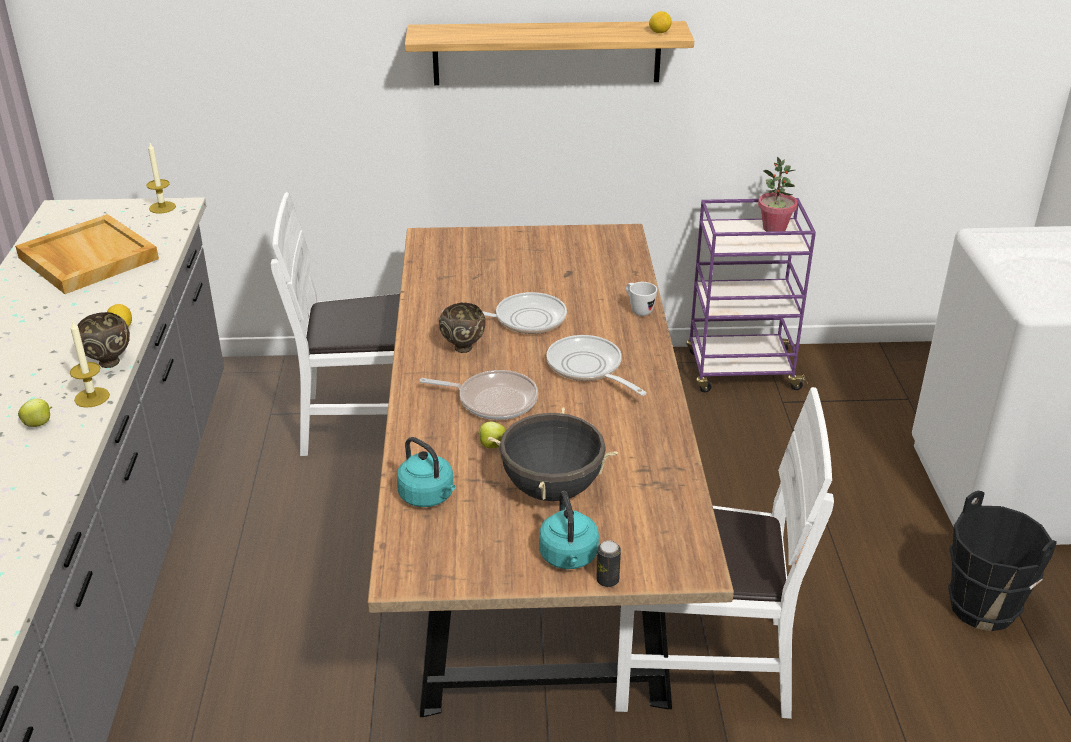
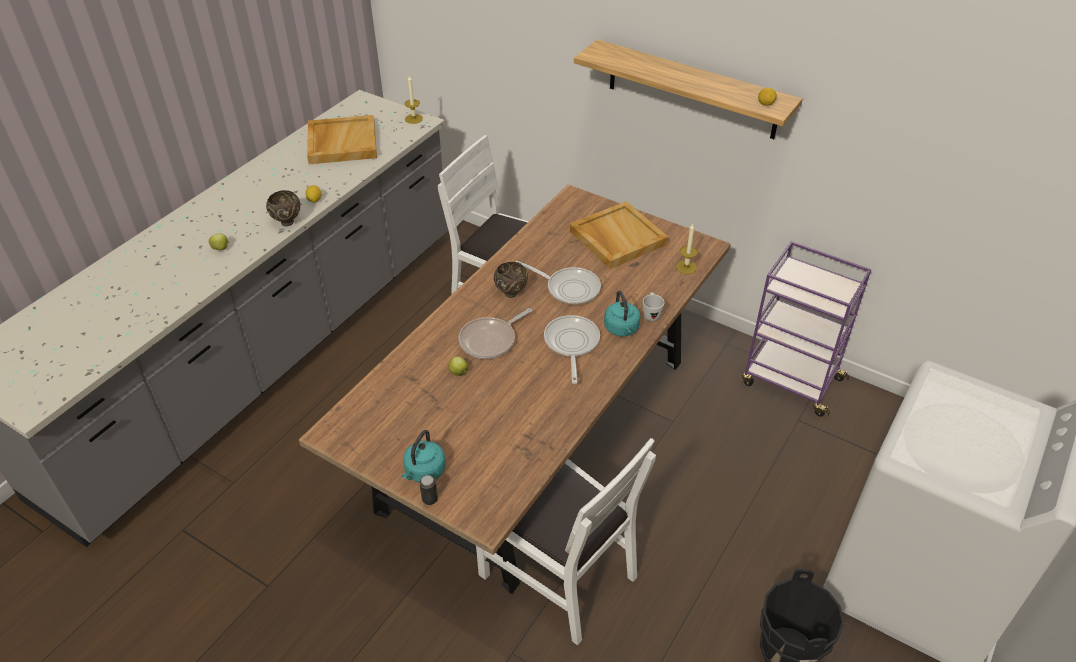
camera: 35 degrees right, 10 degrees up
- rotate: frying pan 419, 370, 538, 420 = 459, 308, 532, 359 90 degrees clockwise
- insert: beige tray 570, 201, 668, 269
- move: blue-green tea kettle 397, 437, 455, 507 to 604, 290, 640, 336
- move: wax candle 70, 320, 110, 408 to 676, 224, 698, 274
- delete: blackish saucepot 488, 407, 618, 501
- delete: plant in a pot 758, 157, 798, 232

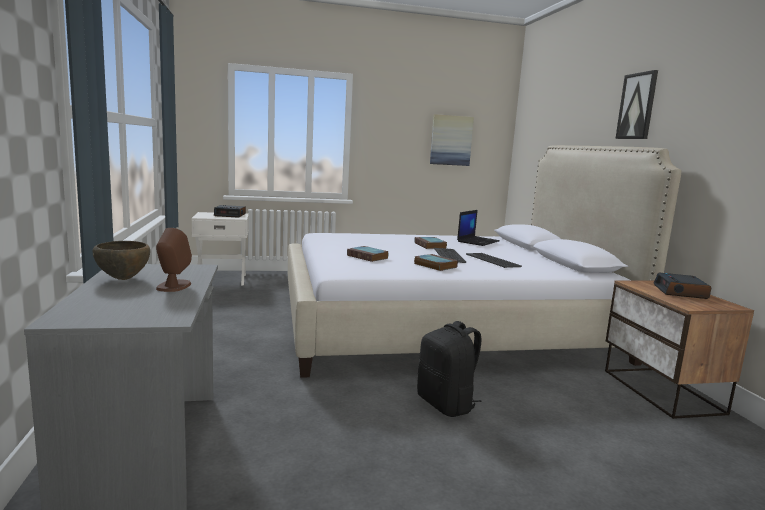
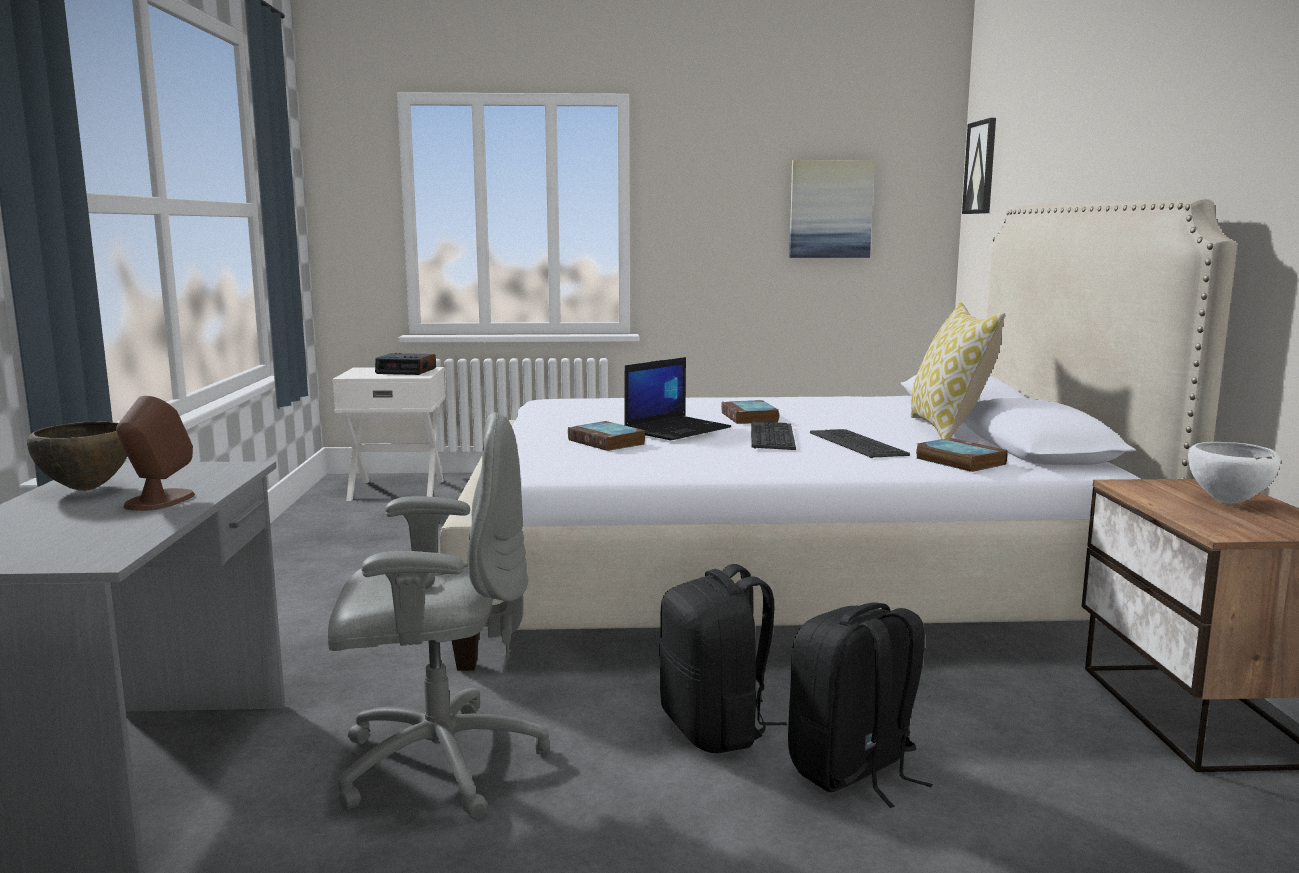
camera: 10 degrees right, 0 degrees up
- insert: gray computer chair 328, 412, 549, 819
- move: notebook computer 457, 210, 500, 246 to 624, 357, 731, 440
- insert: blackish rucksack 788, 602, 933, 808
- insert: throw pillow 910, 302, 1005, 439
- move: bound book 414, 254, 458, 271 to 916, 438, 1008, 472
- move: wall picture 615, 70, 658, 139 to 962, 118, 996, 214
- replace: table clock 653, 273, 711, 299 to whitish bowl 1188, 442, 1280, 503

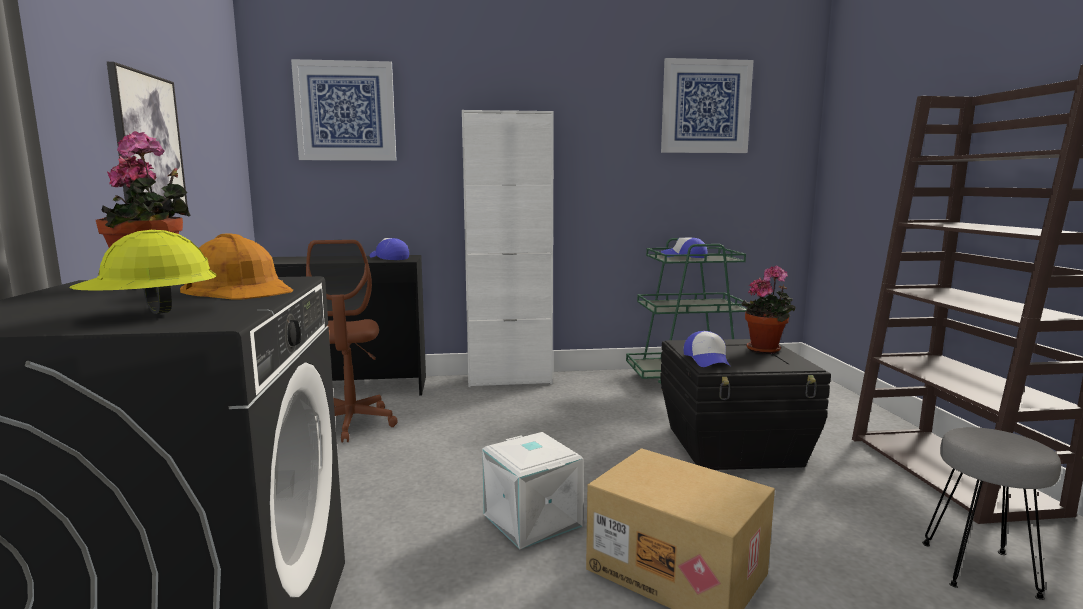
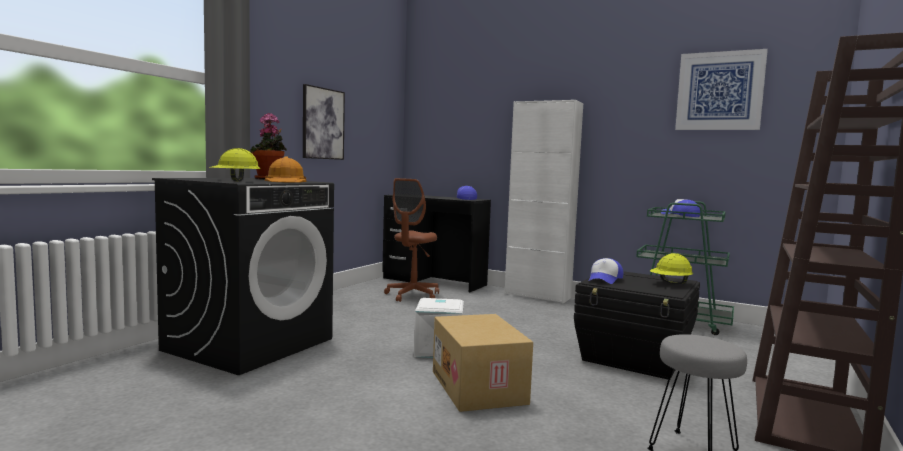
camera: 35 degrees right, 5 degrees down
- replace: plant in a pot 742, 266, 796, 354 to yellow safety helmet 650, 253, 693, 284
- delete: wall picture 291, 59, 397, 161

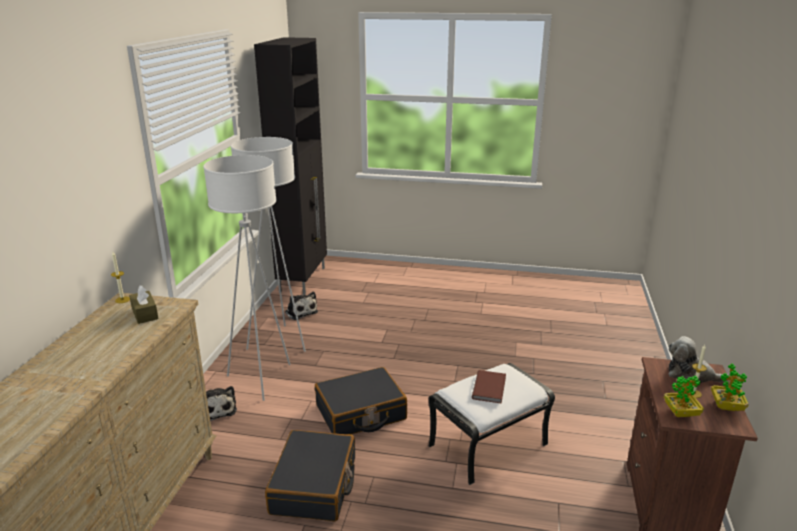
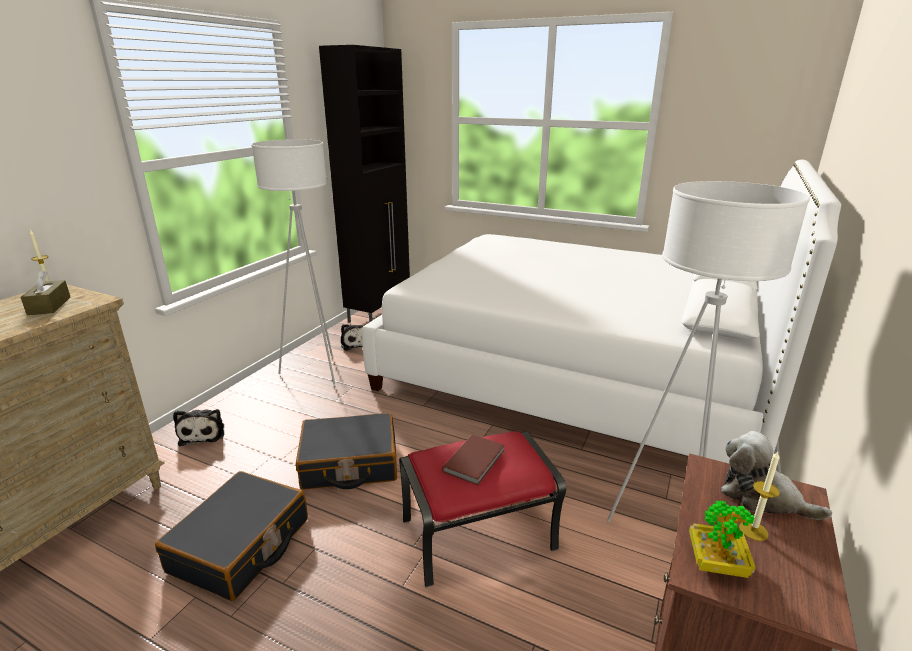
camera: 15 degrees right, 0 degrees up
- insert: whitish bedroom bed 362, 160, 841, 464
- recolor: whitish ottoman 429, 363, 555, 485 to reddish ottoman 399, 431, 566, 587
- move: whitish standard lamp 203, 155, 291, 401 to 607, 181, 810, 522
- delete: plant in a pot 711, 363, 749, 411

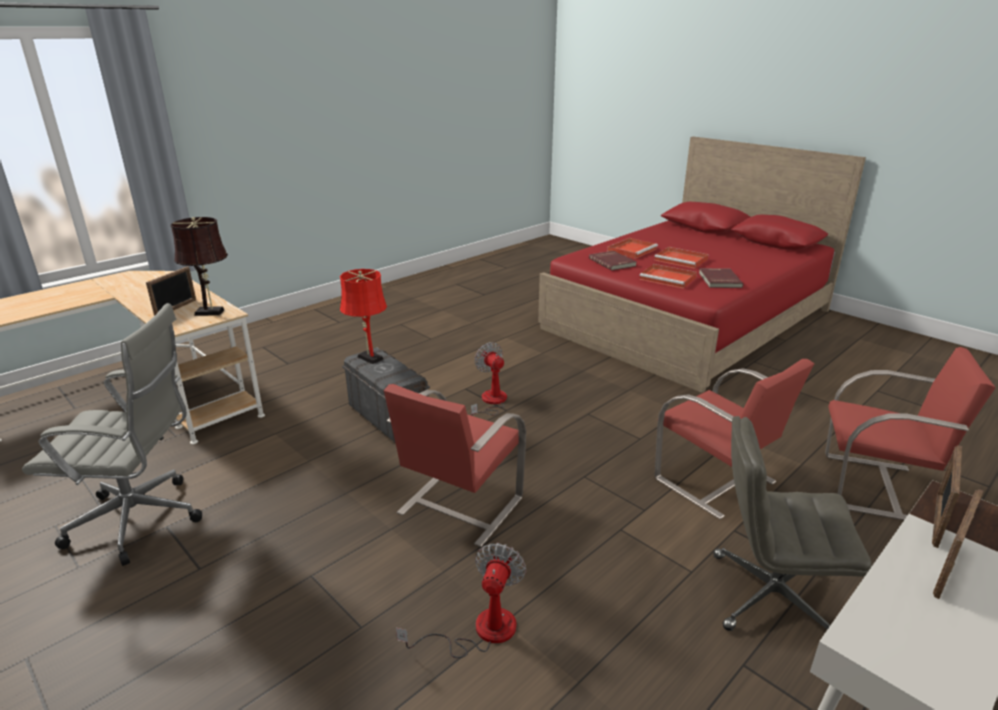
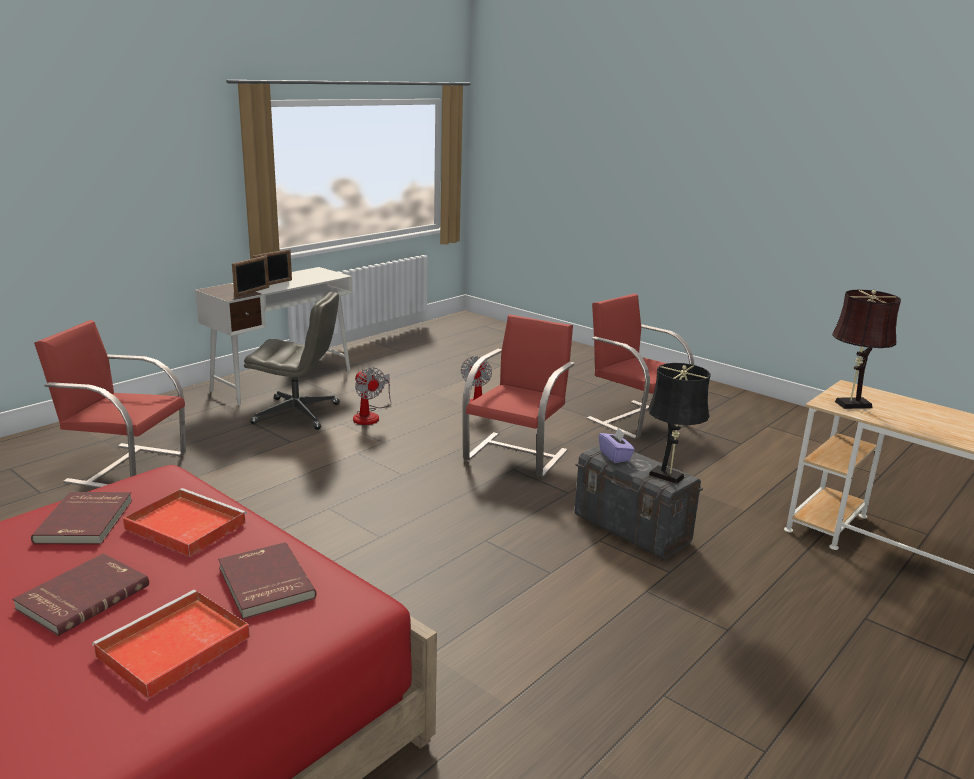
camera: 175 degrees right, 5 degrees down
- replace: reddish tray 655, 247, 708, 269 to reddish bound book 12, 553, 149, 636
- move: electric fan 471, 342, 507, 416 to 353, 367, 392, 425
- move: reddish upright chair 655, 359, 814, 519 to 586, 294, 694, 439
- insert: purple tissue holder 599, 428, 635, 463
- recolor: reddish table lamp 340, 269, 387, 364 to blackish table lamp 648, 363, 711, 484
- delete: gray computer chair 22, 303, 202, 566
- delete: photo frame 146, 266, 196, 316

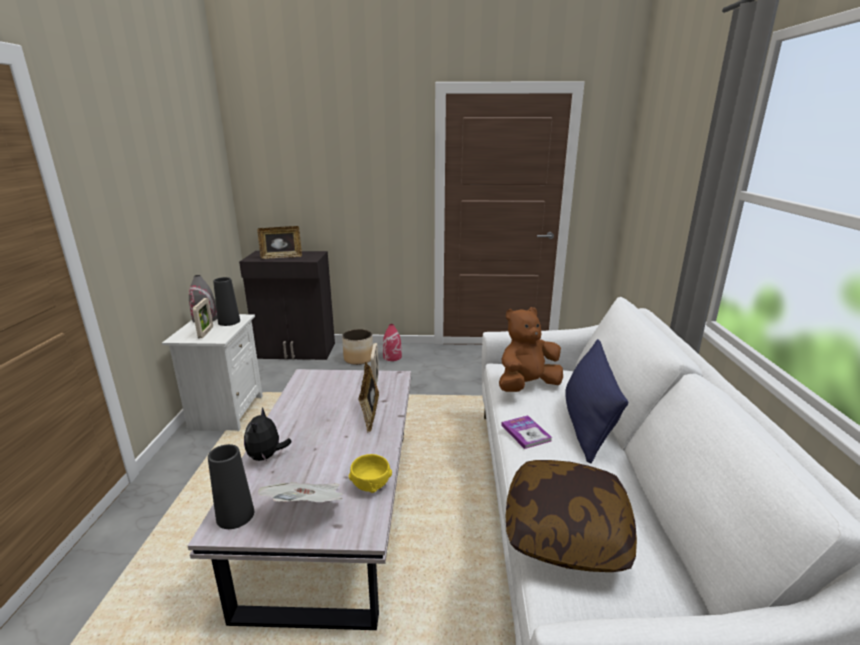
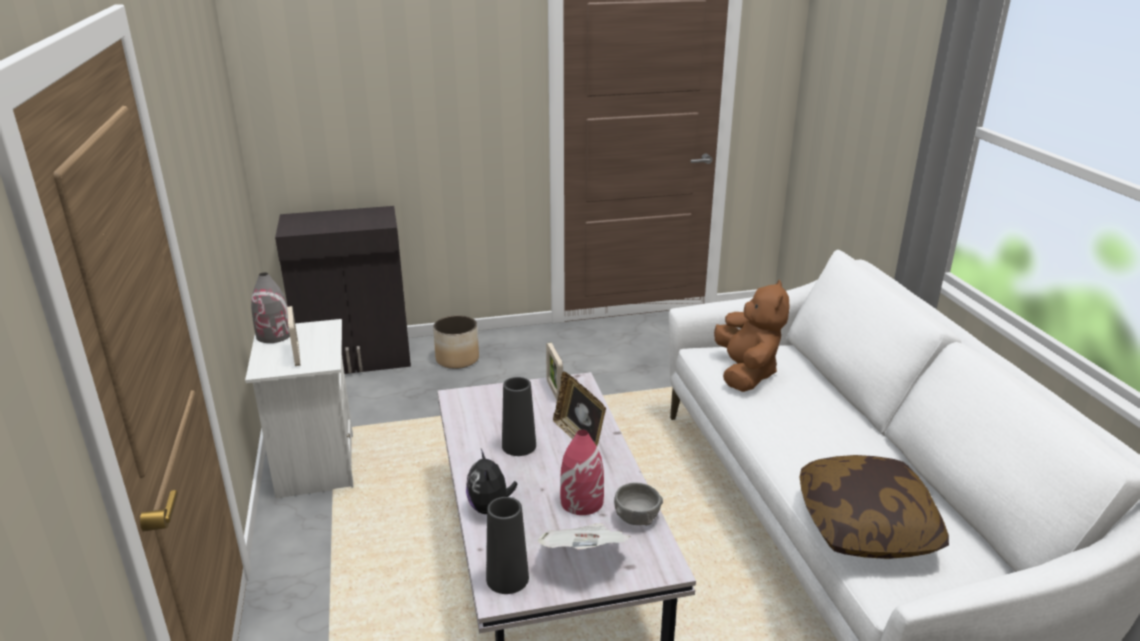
camera: 15 degrees left, 5 degrees up
- move: blackish decorative vase 213, 277, 240, 326 to 502, 377, 536, 456
- move: reddish decorative vase 383, 324, 402, 361 to 560, 430, 604, 515
- recolor: yellow bowl 348, 454, 392, 493 to gray bowl 614, 482, 663, 526
- rotate: brown soft toy 499, 307, 563, 392 = 714, 280, 790, 392 135 degrees clockwise
- delete: photo frame 257, 226, 302, 259
- delete: bound book 501, 415, 553, 449
- delete: blue-coloured throw pillow 565, 339, 628, 463

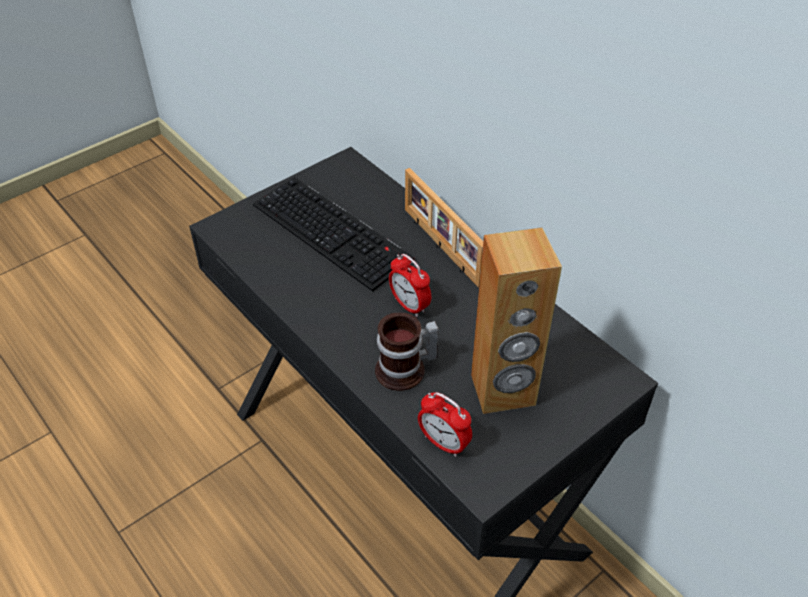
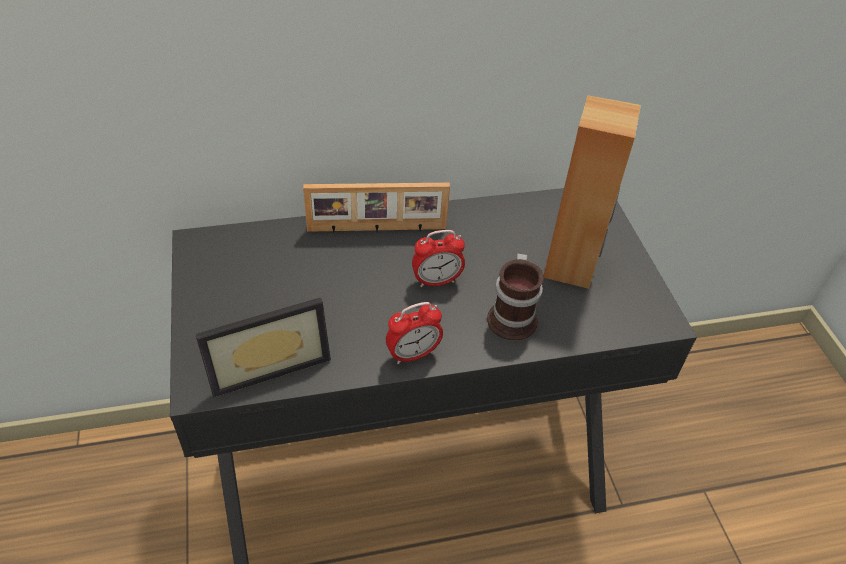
camera: 65 degrees left, 0 degrees up
- insert: photo frame 195, 297, 331, 398
- move: table clock 418, 392, 472, 457 to 386, 302, 443, 364
- delete: computer keyboard 253, 177, 414, 292

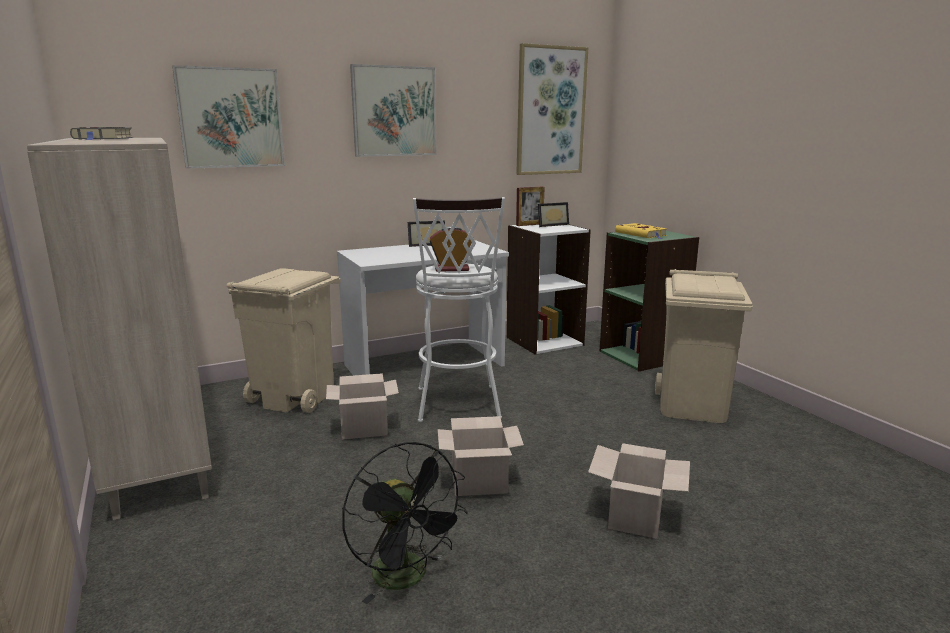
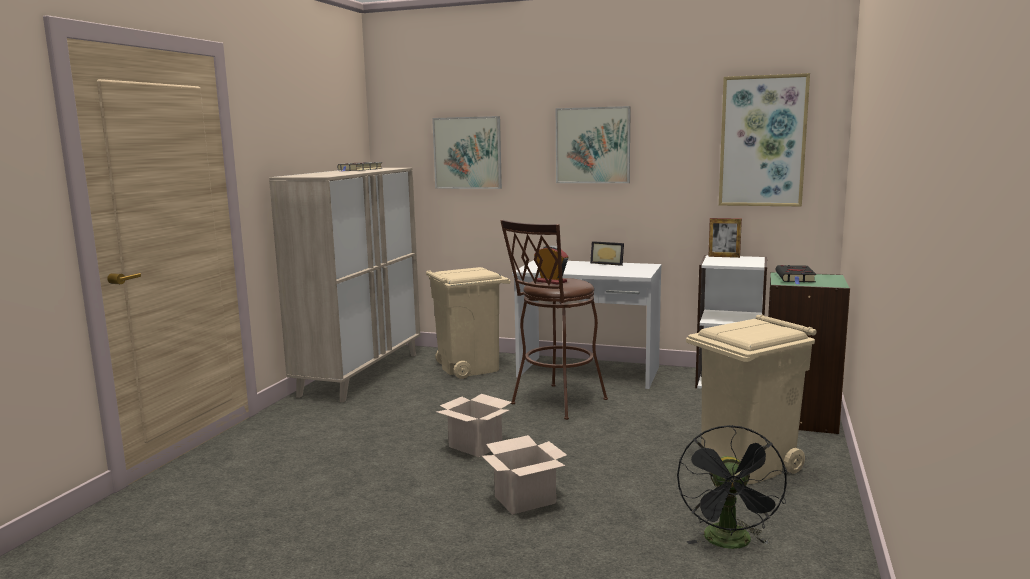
camera: 45 degrees right, 5 degrees down
- recolor: whitish stool seat 413, 197, 505, 422 to brown stool seat 500, 220, 608, 420
- move: blackish electric fan 342, 442, 468, 604 to 677, 425, 787, 549
- recolor: yellow bound book 615, 223, 667, 239 to blackish bound book 776, 265, 817, 284
- delete: carton 326, 373, 399, 440
- delete: photo frame 538, 202, 569, 227

